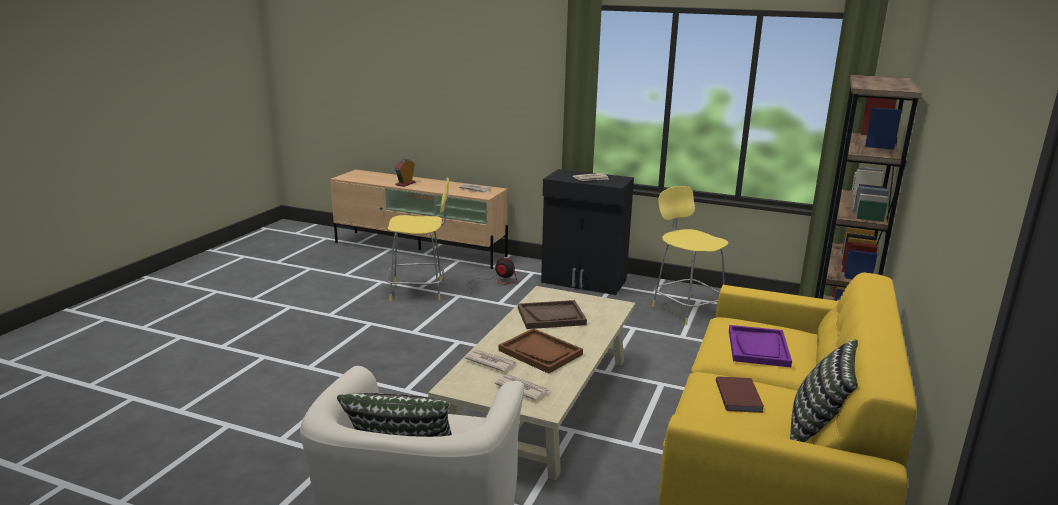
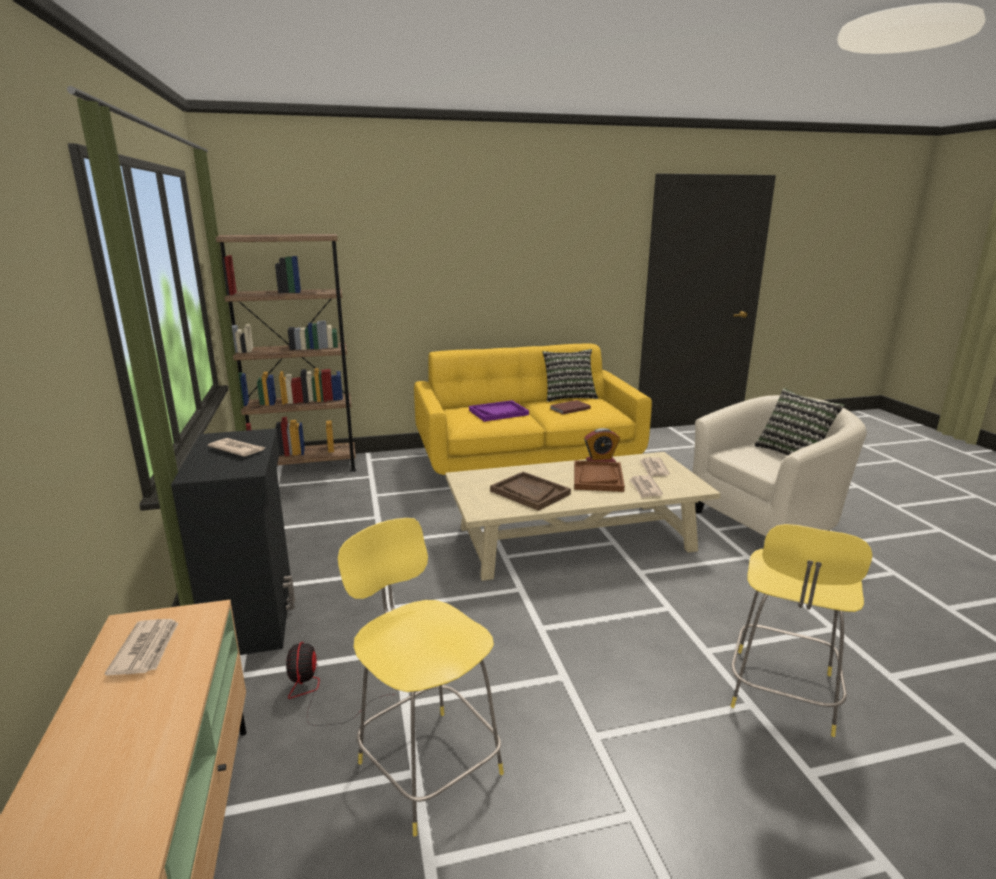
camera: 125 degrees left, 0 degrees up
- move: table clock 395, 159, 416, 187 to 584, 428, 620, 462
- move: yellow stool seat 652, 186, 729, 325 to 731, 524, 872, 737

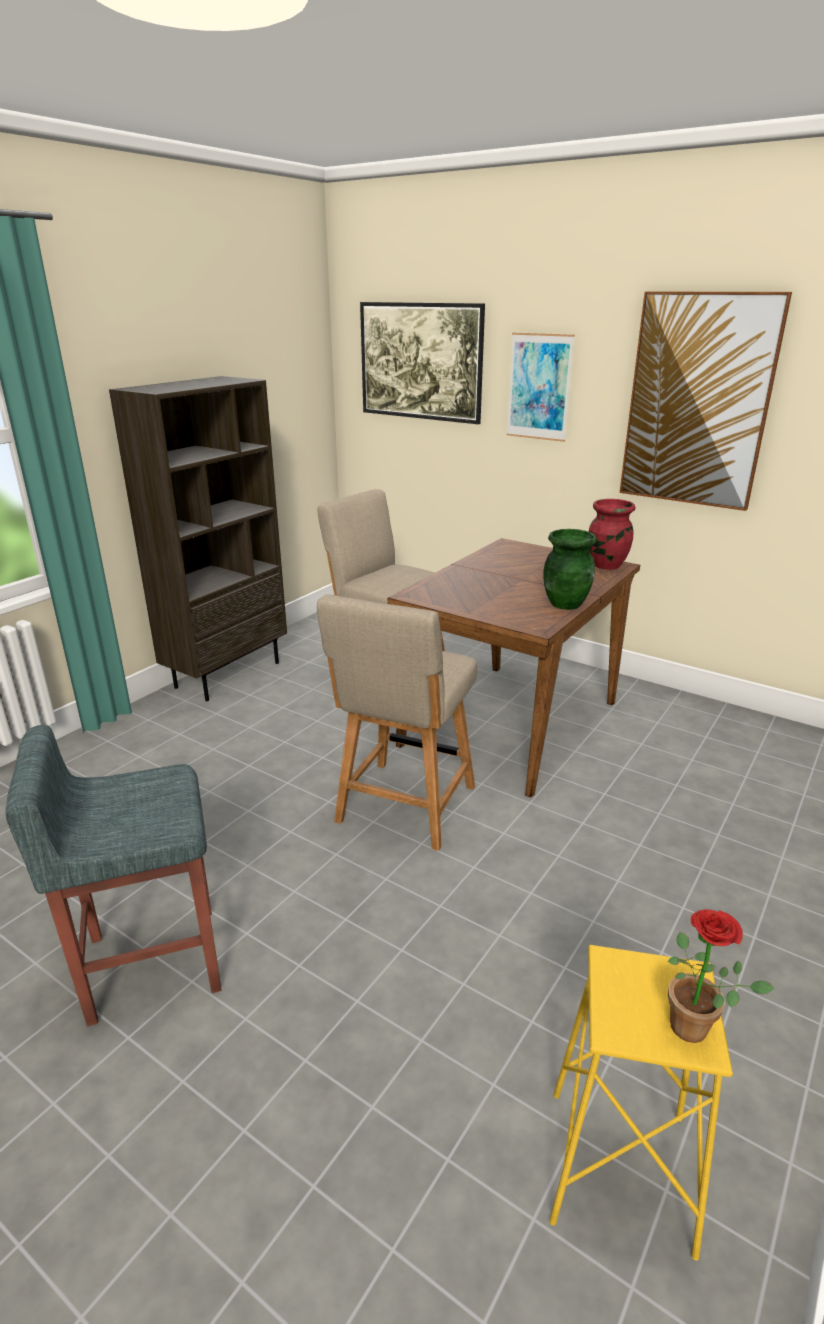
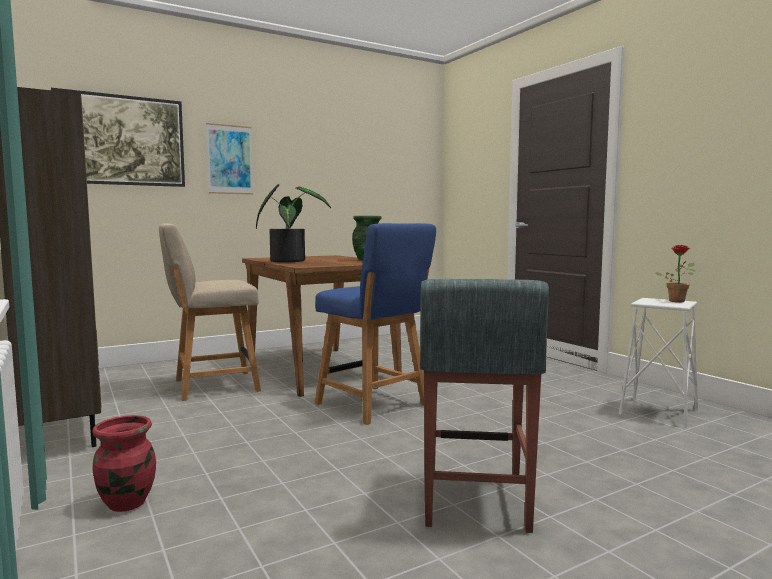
camera: 65 degrees left, 20 degrees down
- move: reddish decorative vase 589, 499, 635, 570 to 92, 415, 156, 512
- insert: plant in a pot 256, 184, 331, 262
- recolor: beige upright chair 317, 594, 477, 851 to blue-coloured upright chair 315, 223, 436, 425
- recolor: yellow stool seat 550, 945, 733, 1261 to whitish stool seat 619, 298, 698, 428
- delete: wall picture 619, 292, 792, 511

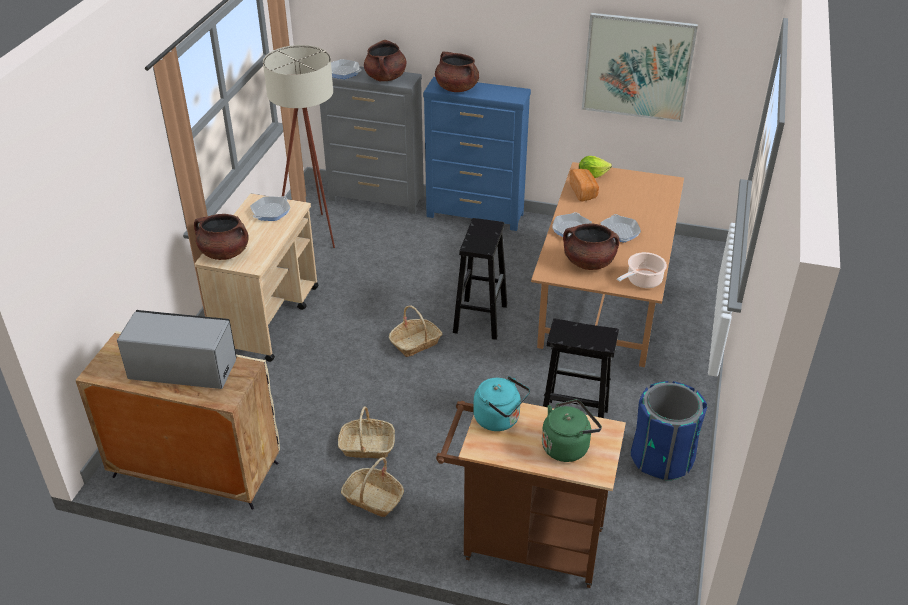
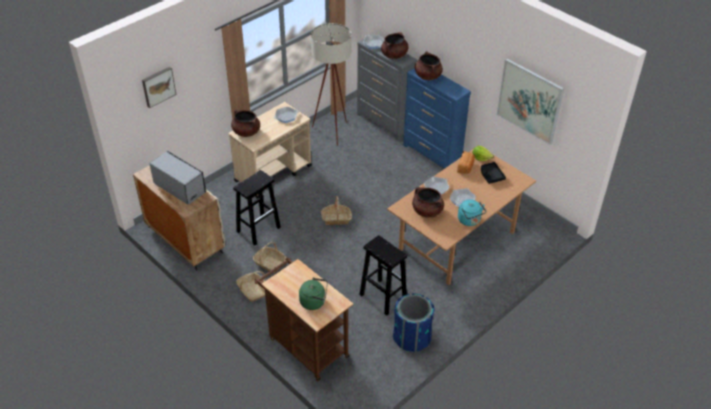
camera: 30 degrees right, 5 degrees up
- insert: wall picture 142, 67, 176, 108
- move: blackish stool seat 453, 218, 507, 340 to 233, 170, 281, 246
- move: blue-green tea kettle 473, 376, 530, 431 to 458, 199, 486, 226
- insert: blackish tray 481, 162, 506, 184
- delete: saucepot 617, 252, 667, 288

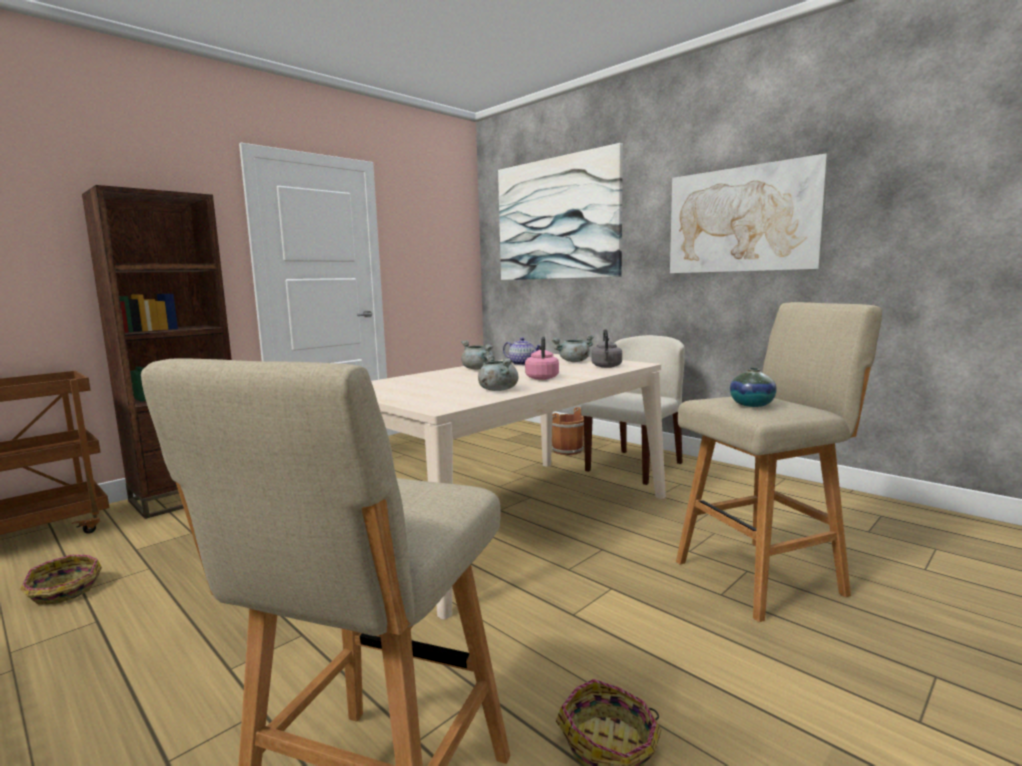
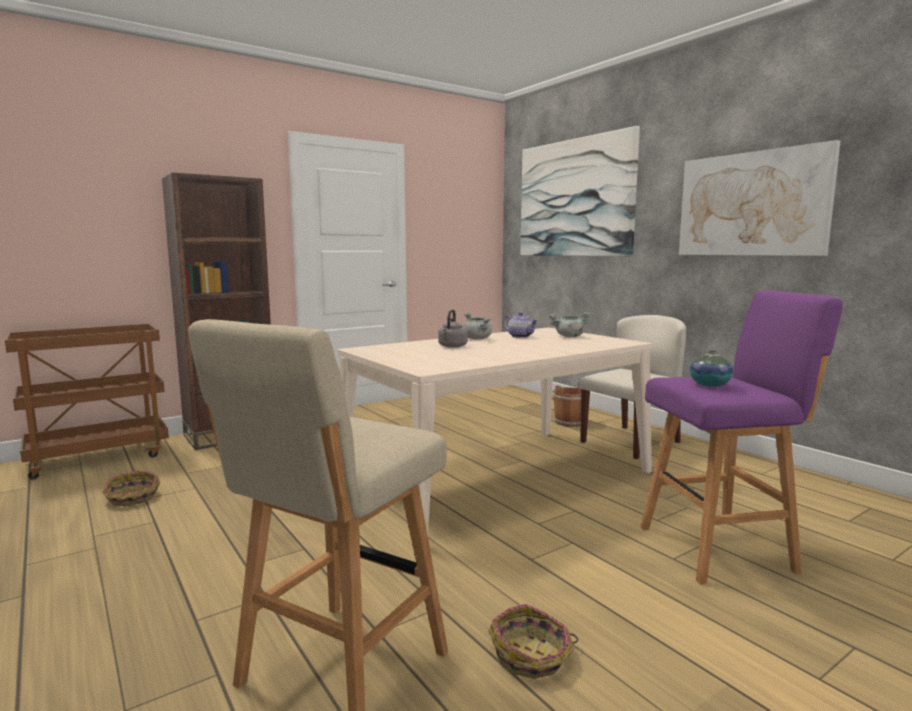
camera: 10 degrees right, 0 degrees up
- move: gray tea kettle 592, 329, 622, 368 to 438, 309, 468, 348
- recolor: beige stool seat 676, 302, 882, 622 to purple stool seat 641, 290, 843, 585
- delete: gray saucepot 478, 354, 518, 391
- delete: pink tea kettle 525, 336, 559, 380

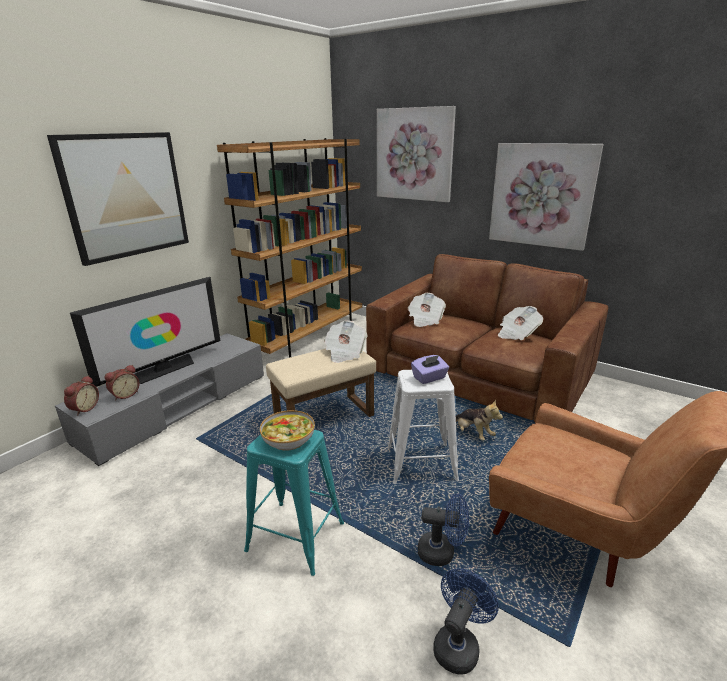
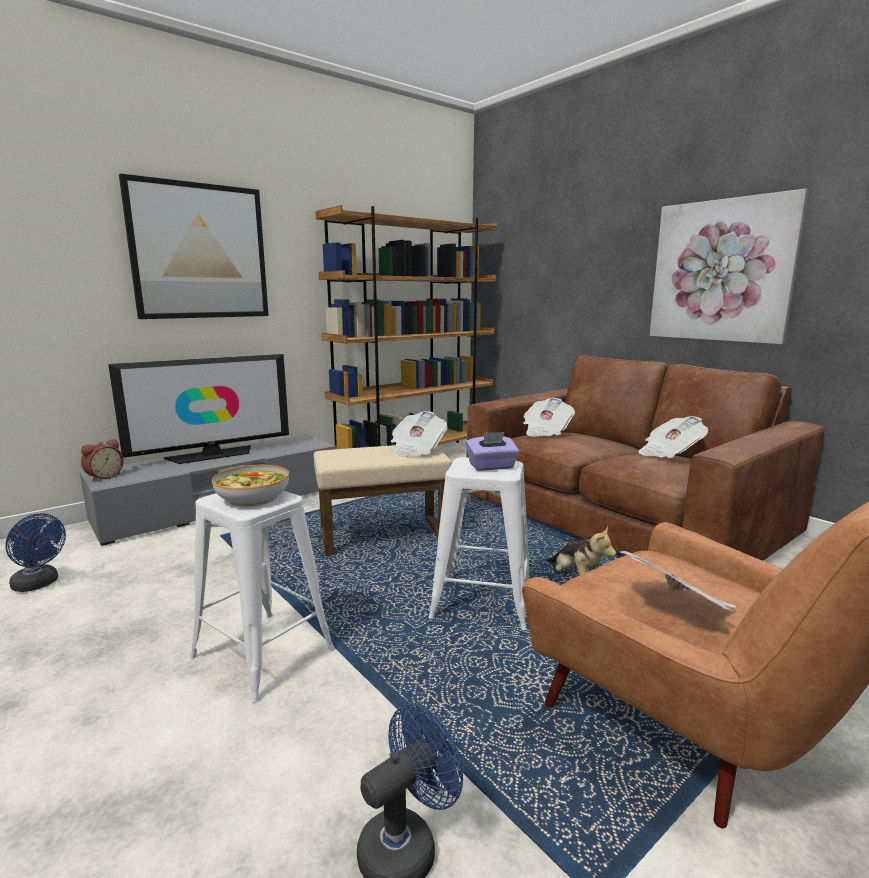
camera: 15 degrees right, 10 degrees down
- move: blue-coloured electric fan 418, 493, 469, 566 to 5, 514, 66, 592
- recolor: blue-green stool seat 244, 430, 344, 576 to whitish stool seat 190, 491, 335, 702
- insert: newspaper 621, 551, 736, 612
- delete: table clock 105, 365, 139, 401
- delete: wall picture 377, 106, 456, 202

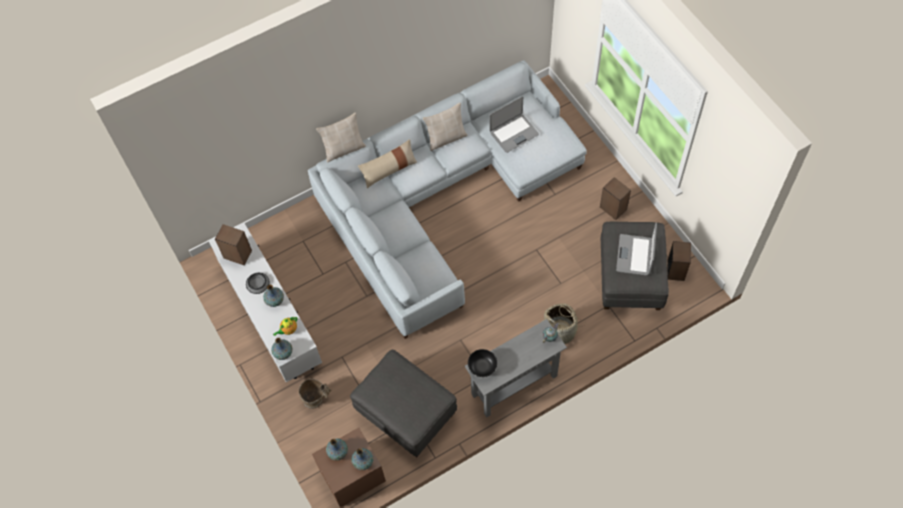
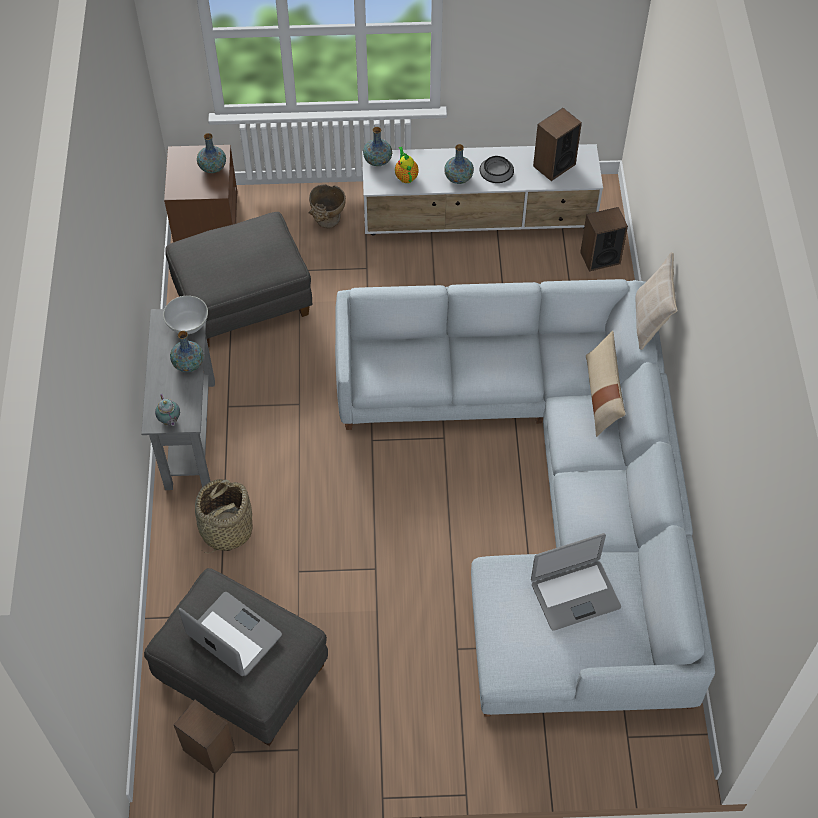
camera: 115 degrees right, 5 degrees down
- recolor: blackish bowl 468, 349, 497, 377 to whitish bowl 163, 296, 208, 334
- move: decorative vase 351, 448, 373, 470 to 170, 331, 204, 372
- rotate: notebook computer 489, 96, 539, 153 = 531, 533, 621, 631 105 degrees counterclockwise
- move: audio speaker 600, 177, 631, 220 to 580, 207, 628, 272
- delete: beige throw pillow 423, 103, 468, 151

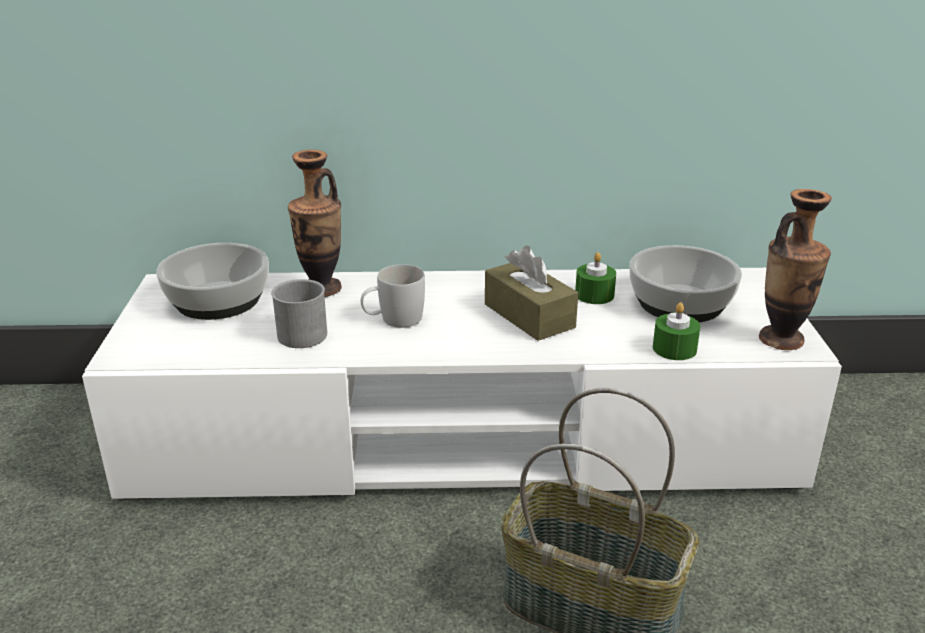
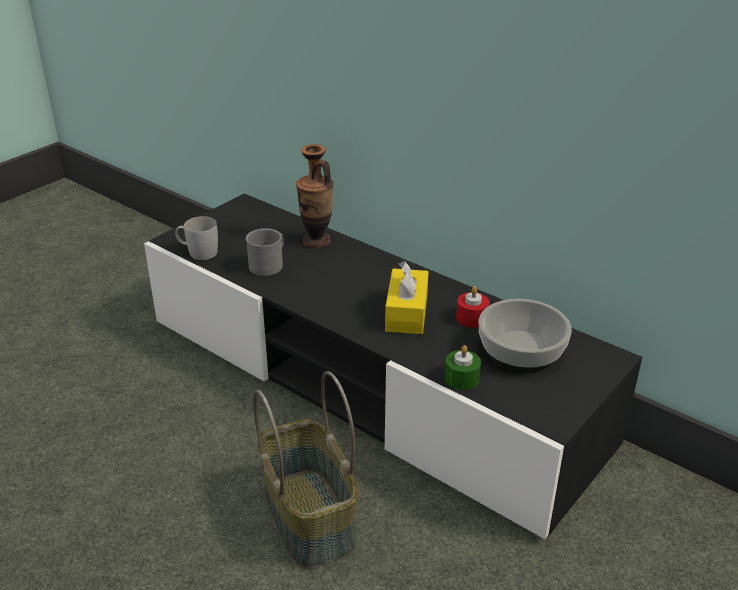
camera: 40 degrees right, 5 degrees up
- recolor: whitish tv stand 82, 268, 842, 500 to blackish tv stand 144, 194, 642, 539
- move: whitish coffee mug 361, 264, 425, 328 to 175, 216, 218, 260
- recolor: brown tissue holder 485, 246, 578, 341 to yellow tissue holder 385, 261, 429, 334
- recolor: green-coloured wax candle 575, 252, 616, 304 to reddish wax candle 456, 286, 489, 328
- delete: bowl 156, 243, 269, 320
- delete: decorative vase 759, 189, 832, 350

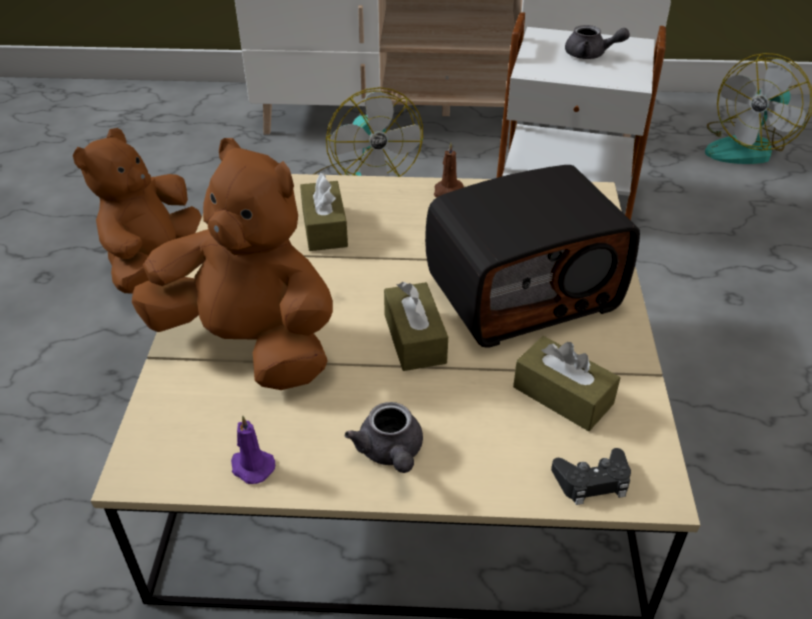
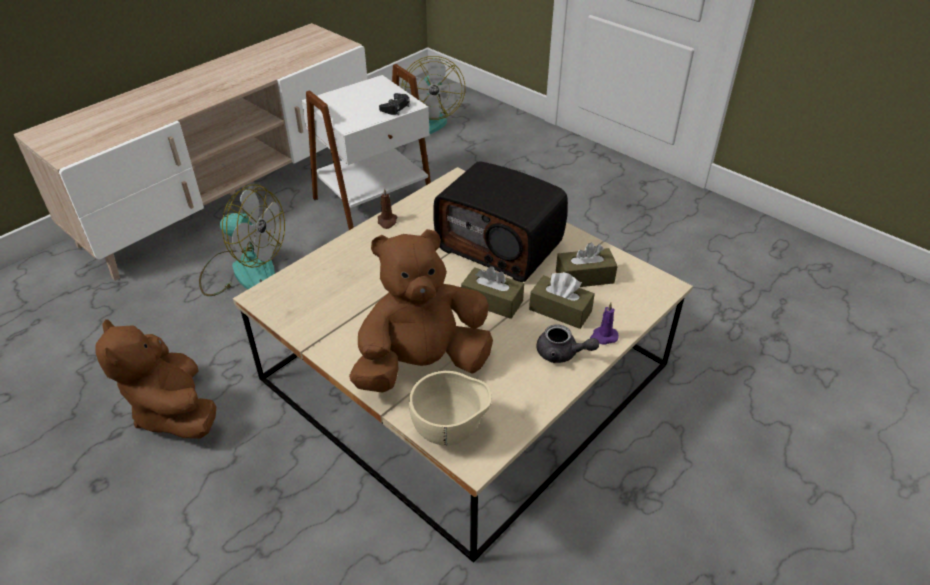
camera: 50 degrees left, 0 degrees up
- move: blackish joypad 551, 448, 631, 505 to 379, 93, 410, 115
- insert: beige bowl 409, 371, 492, 446
- rotate: radio receiver 425, 165, 640, 348 = 433, 161, 568, 282 105 degrees clockwise
- move: brown tissue holder 300, 173, 348, 251 to 529, 272, 595, 329
- move: purple wax candle 231, 416, 275, 484 to 590, 302, 619, 344
- delete: gray tea pot 565, 25, 630, 59

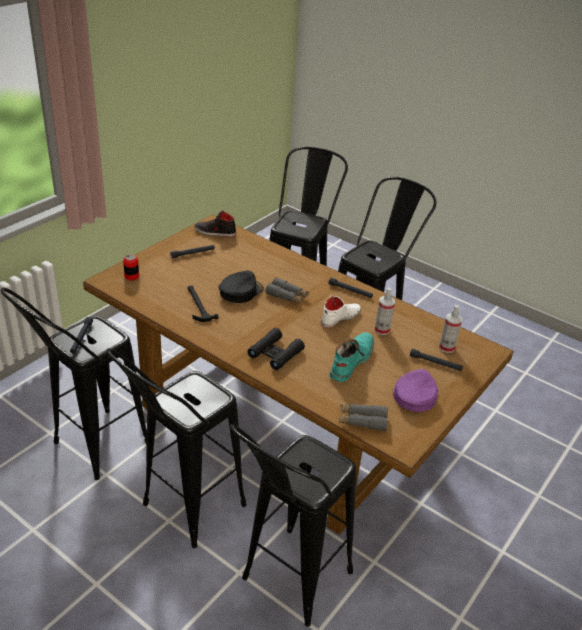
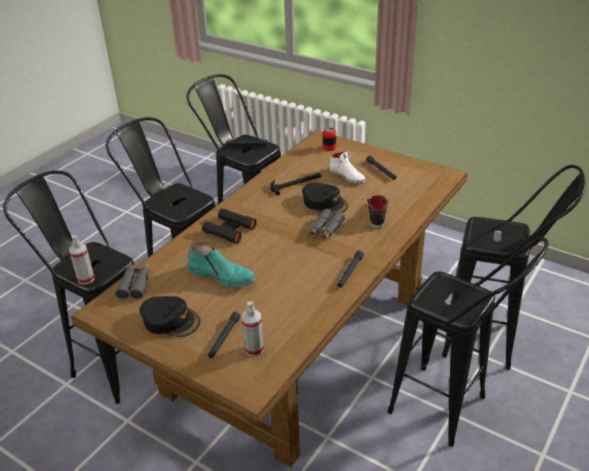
camera: 90 degrees right, 0 degrees up
- move: sprayer 375, 288, 395, 335 to 69, 235, 94, 285
- recolor: purple cap 393, 369, 438, 412 to blackish cap 139, 296, 200, 337
- move: whitish shoe 321, 295, 361, 328 to 329, 151, 366, 184
- move: blackish shoe 194, 210, 236, 237 to 367, 195, 389, 229

